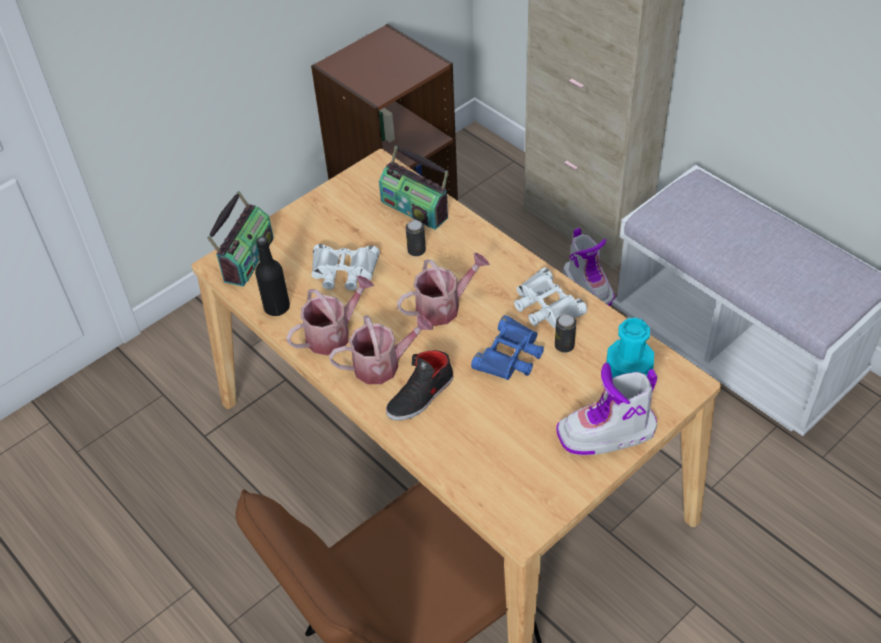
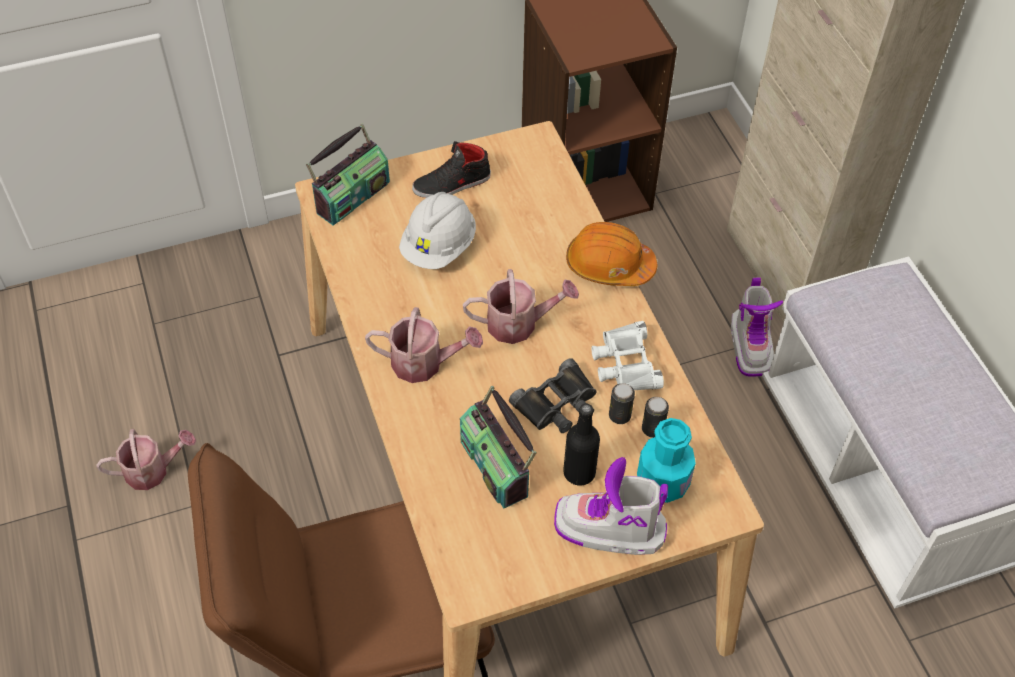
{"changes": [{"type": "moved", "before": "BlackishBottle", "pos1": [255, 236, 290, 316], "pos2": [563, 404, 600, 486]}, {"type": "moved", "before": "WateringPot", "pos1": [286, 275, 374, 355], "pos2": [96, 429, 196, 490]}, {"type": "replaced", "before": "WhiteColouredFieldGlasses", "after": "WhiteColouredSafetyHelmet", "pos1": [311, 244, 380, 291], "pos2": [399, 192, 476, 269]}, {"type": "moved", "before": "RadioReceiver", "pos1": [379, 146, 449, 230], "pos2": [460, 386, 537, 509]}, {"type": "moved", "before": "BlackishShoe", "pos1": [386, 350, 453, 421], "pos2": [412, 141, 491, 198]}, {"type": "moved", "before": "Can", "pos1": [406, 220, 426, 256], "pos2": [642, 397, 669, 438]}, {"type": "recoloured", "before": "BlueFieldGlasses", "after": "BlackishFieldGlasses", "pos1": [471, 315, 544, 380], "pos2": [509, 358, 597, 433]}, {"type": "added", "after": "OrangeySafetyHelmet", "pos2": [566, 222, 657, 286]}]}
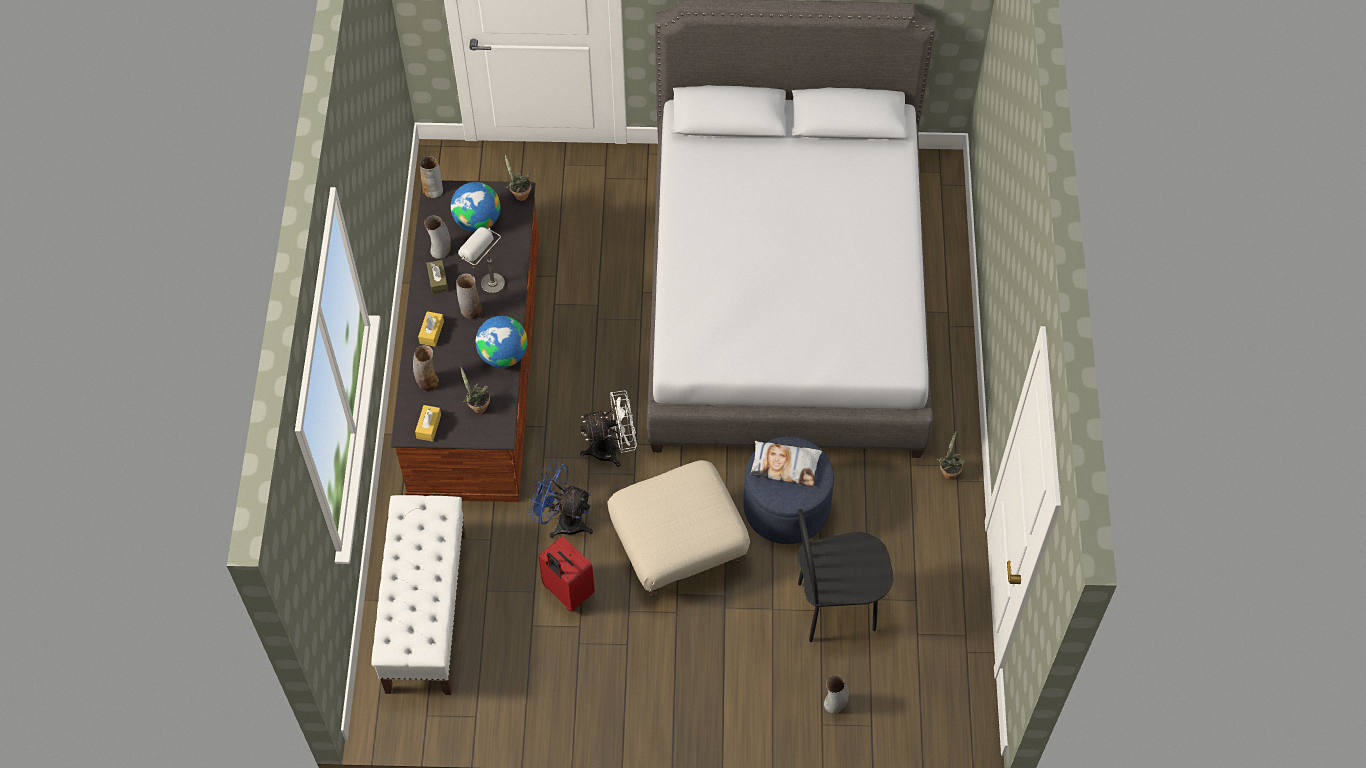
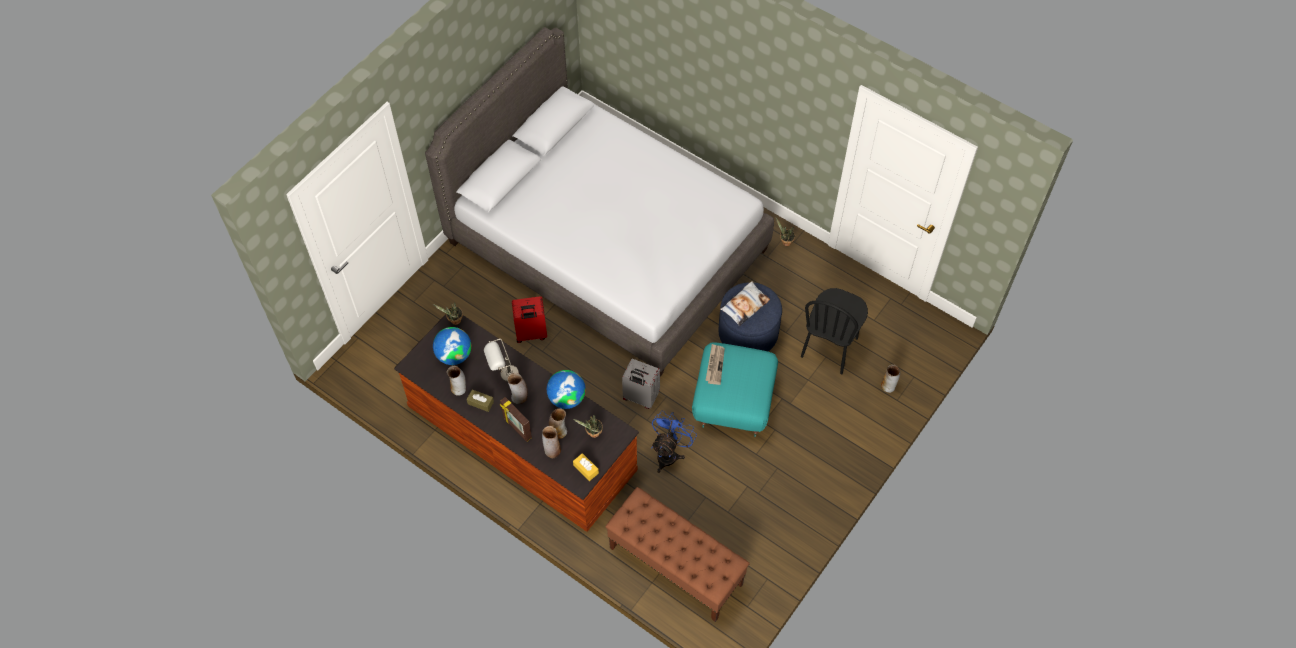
{"changes": [{"type": "recoloured", "before": "WhiteColouredLongSeat", "after": "BrownColouredLongSeat", "pos1": [371, 495, 466, 695], "pos2": [605, 487, 750, 622]}, {"type": "replaced", "before": "YellowishTissueHolder", "after": "PhotoFrame", "pos1": [418, 311, 444, 347], "pos2": [500, 397, 532, 442]}, {"type": "moved", "before": "Vase", "pos1": [419, 156, 443, 198], "pos2": [549, 408, 567, 439]}, {"type": "turned", "before": "BlueFan", "pos1": [527, 460, 593, 538], "pos2": [651, 411, 697, 473], "turn": 150}, {"type": "moved", "before": "ReddishTravelCase", "pos1": [538, 536, 595, 612], "pos2": [512, 296, 547, 343]}, {"type": "replaced", "before": "WhiteColouredFan", "after": "GreyTravelCase", "pos1": [580, 390, 637, 467], "pos2": [622, 359, 660, 409]}, {"type": "recoloured", "before": "SandColouredPouffe", "after": "TurquoisePouffe", "pos1": [607, 460, 750, 597], "pos2": [692, 342, 778, 436]}, {"type": "added", "after": "Newspaper", "pos2": [705, 344, 725, 385]}]}
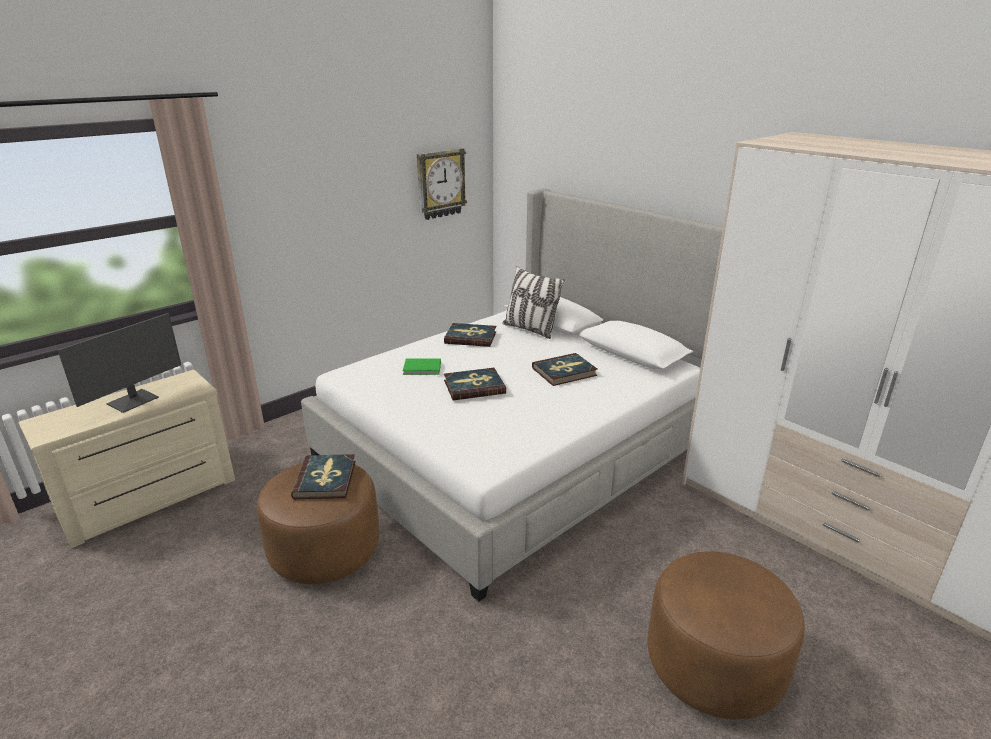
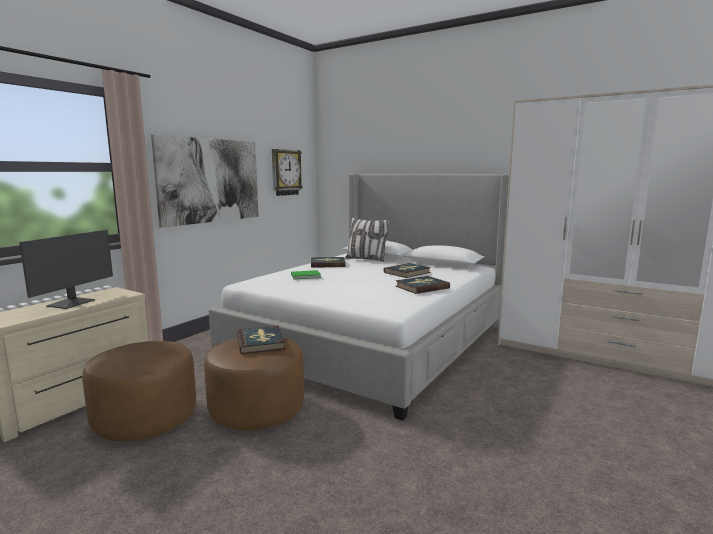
{"changes": [{"type": "moved", "before": "BoundBook", "pos1": [444, 368, 506, 401], "pos2": [396, 276, 450, 294]}, {"type": "moved", "before": "BrownColouredPouffe", "pos1": [647, 551, 805, 720], "pos2": [82, 341, 196, 441]}, {"type": "added", "after": "Picture", "pos2": [151, 134, 259, 228]}]}
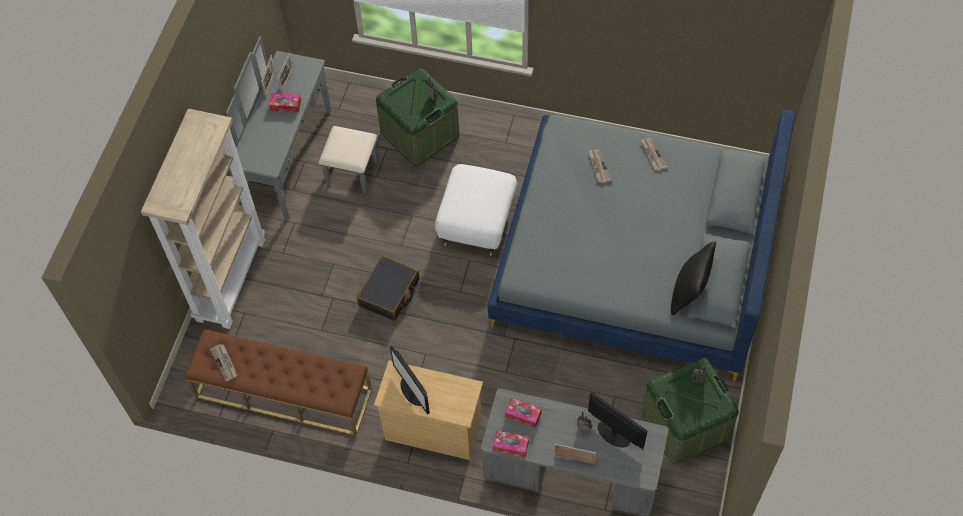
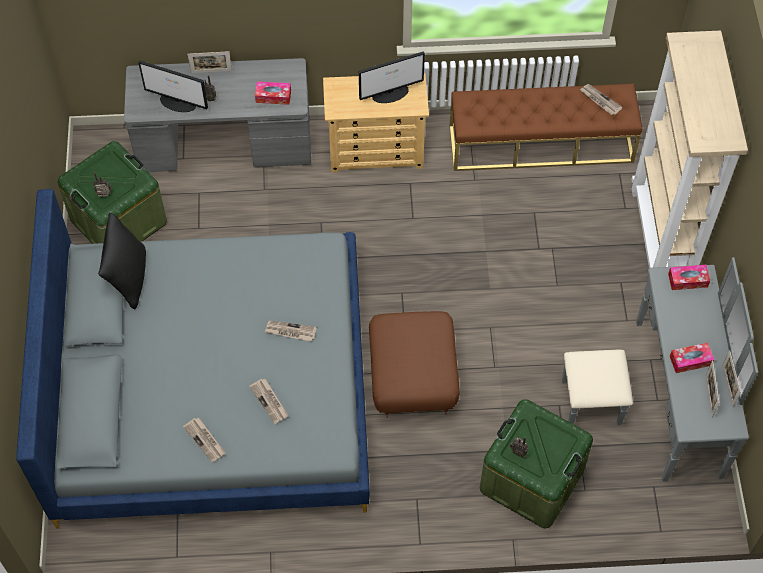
{"changes": [{"type": "removed", "before": "BlackishTravelCase", "pos1": [357, 255, 420, 321]}, {"type": "turned", "before": "ComputerScreen", "pos1": [390, 346, 430, 414], "pos2": [359, 51, 425, 103], "turn": 120}, {"type": "recoloured", "before": "WhiteColouredPouffe", "after": "BrownColouredPouffe", "pos1": [435, 164, 517, 255], "pos2": [369, 311, 460, 418]}, {"type": "moved", "before": "TissueHolder", "pos1": [493, 431, 529, 457], "pos2": [668, 265, 710, 290]}, {"type": "added", "after": "Newspaper", "pos2": [265, 321, 317, 341]}]}
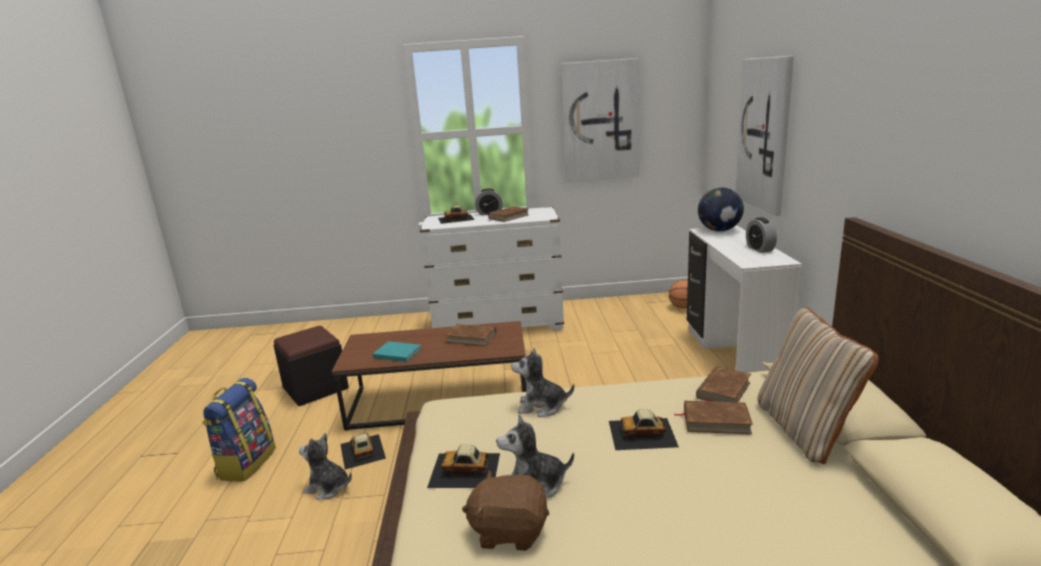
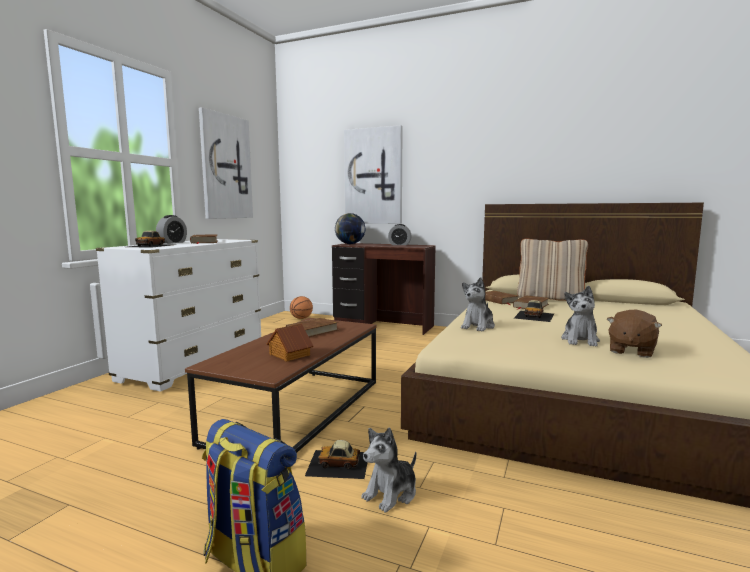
{"changes": [{"type": "removed", "before": "BlackishPouffe", "pos1": [273, 326, 349, 406]}, {"type": "replaced", "before": "TurquoiseBoundBook", "after": "ToyHouse", "pos1": [373, 341, 421, 362], "pos2": [267, 323, 313, 362]}, {"type": "removed", "before": "MiniatureCar", "pos1": [427, 444, 500, 488]}, {"type": "recoloured", "before": "WhiteColouredDeskTable", "after": "BrownColouredDeskTable", "pos1": [687, 225, 802, 373], "pos2": [332, 243, 436, 335]}]}
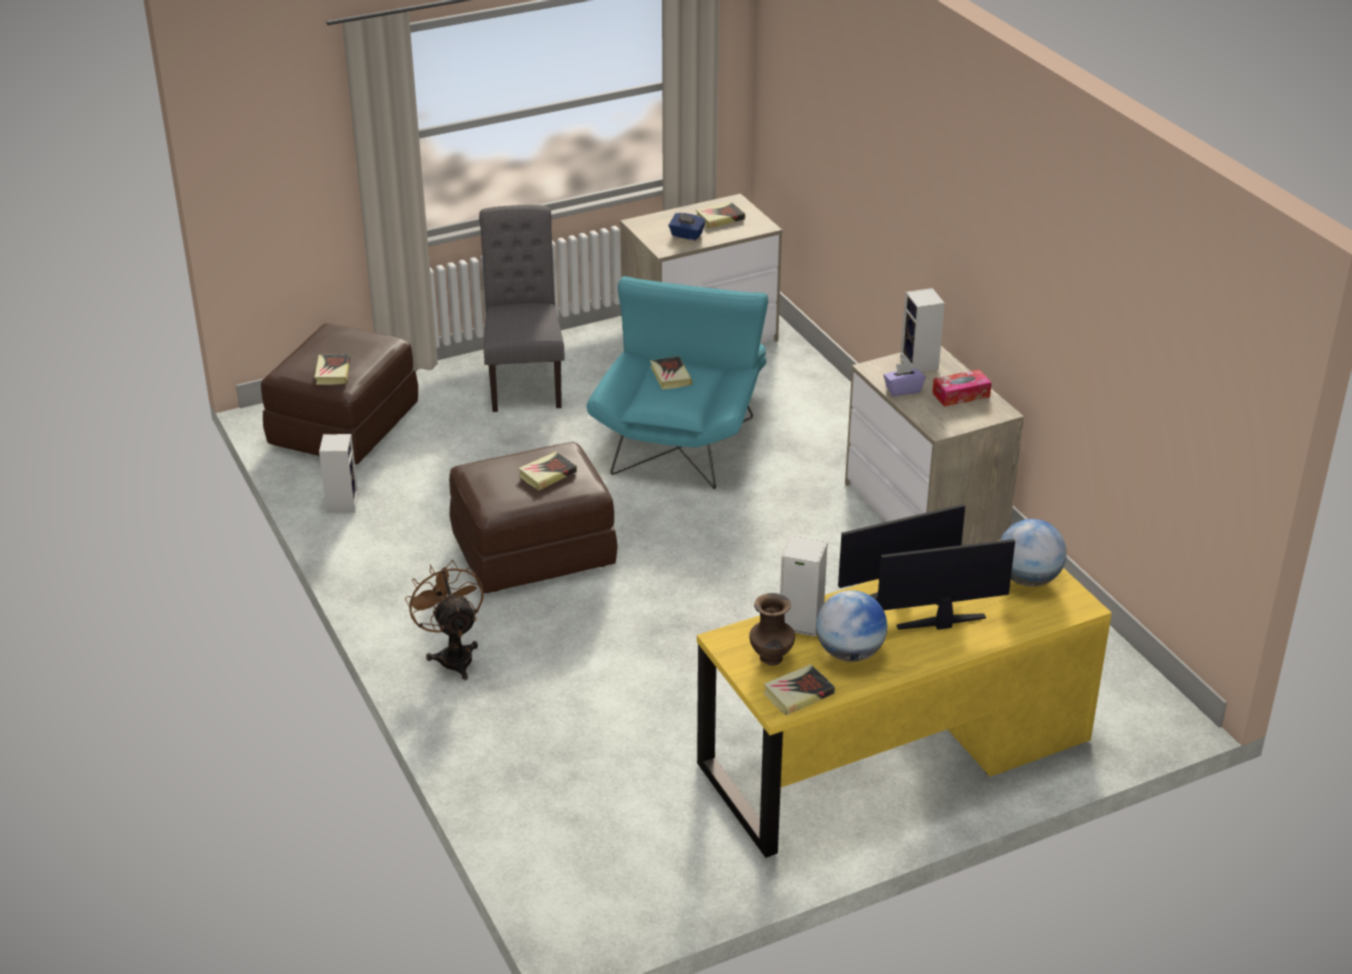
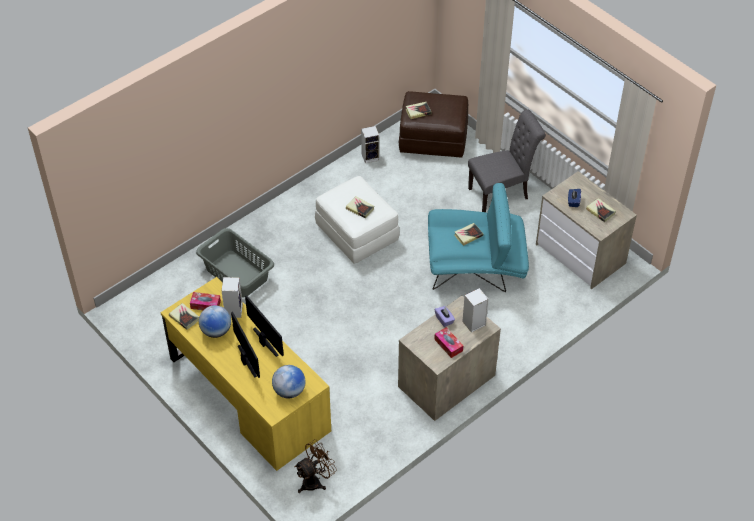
{"changes": [{"type": "moved", "before": "BrownColouredFan", "pos1": [405, 560, 484, 680], "pos2": [294, 439, 337, 493]}, {"type": "recoloured", "before": "BrownColouredPouffe", "after": "WhiteColouredPouffe", "pos1": [449, 442, 618, 594], "pos2": [315, 176, 400, 264]}, {"type": "replaced", "before": "BrownColouredVase", "after": "TissueHolder", "pos1": [749, 593, 795, 666], "pos2": [190, 292, 221, 310]}, {"type": "added", "after": "GreyWashingBasket", "pos2": [196, 228, 274, 297]}]}
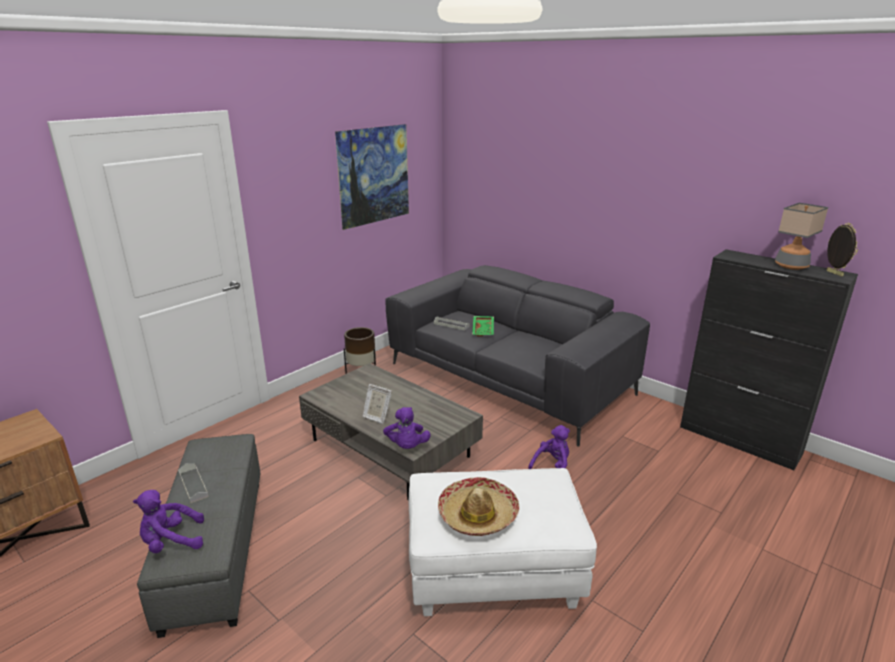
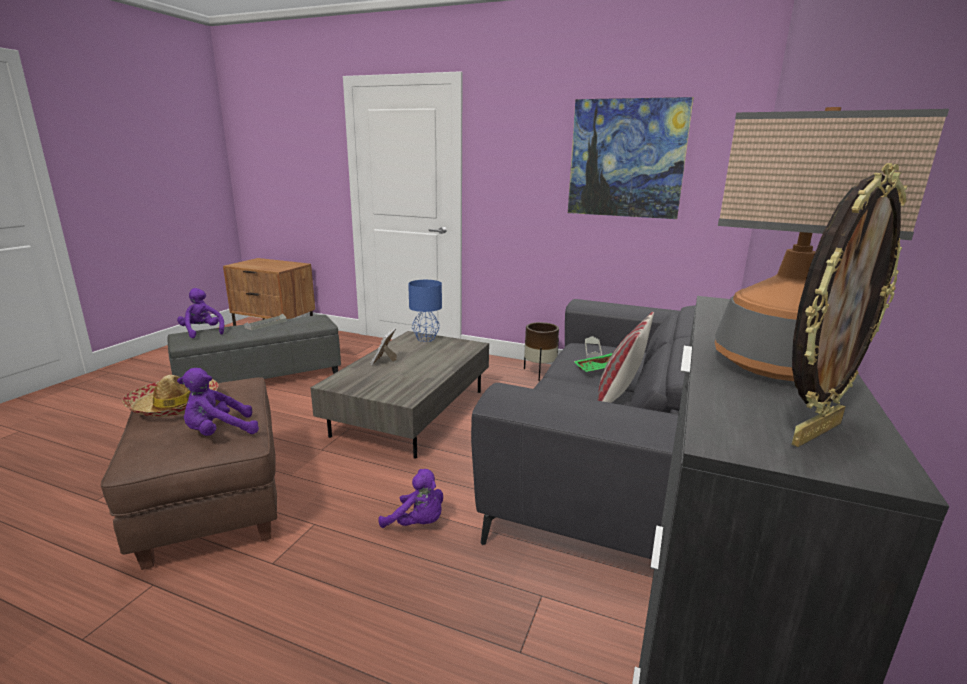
{"changes": [{"type": "moved", "before": "PurpleColouredCuddlyToy", "pos1": [383, 407, 431, 449], "pos2": [177, 368, 259, 436]}, {"type": "recoloured", "before": "WhiteColouredPouffe", "after": "BrownColouredPouffe", "pos1": [409, 468, 597, 616], "pos2": [101, 377, 277, 570]}, {"type": "added", "after": "BlueTabletopLamp", "pos2": [408, 280, 442, 342]}, {"type": "added", "after": "ThrowPillow", "pos2": [597, 312, 654, 403]}]}
